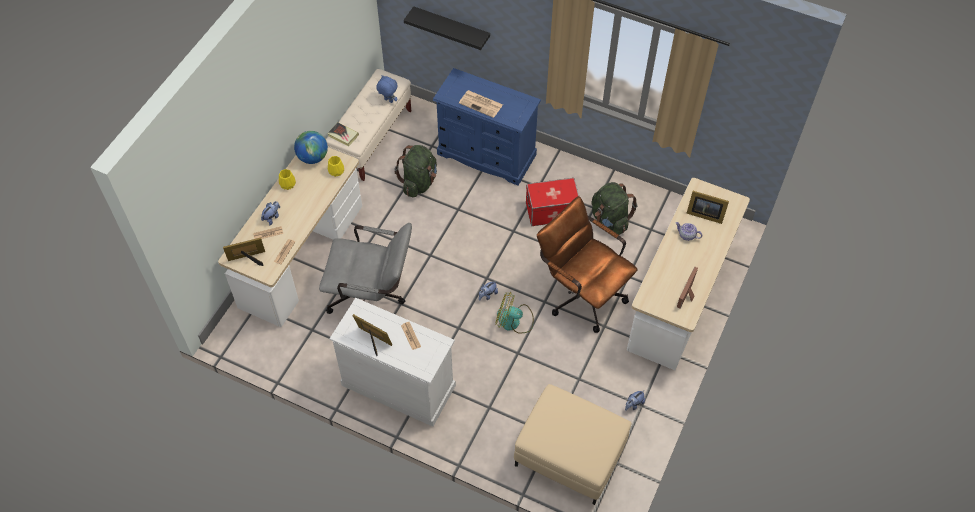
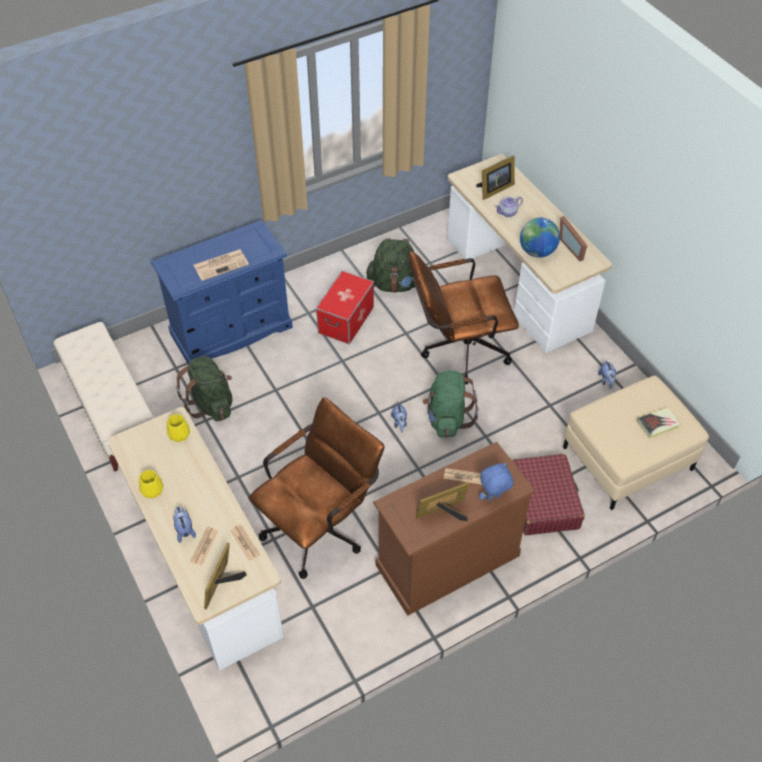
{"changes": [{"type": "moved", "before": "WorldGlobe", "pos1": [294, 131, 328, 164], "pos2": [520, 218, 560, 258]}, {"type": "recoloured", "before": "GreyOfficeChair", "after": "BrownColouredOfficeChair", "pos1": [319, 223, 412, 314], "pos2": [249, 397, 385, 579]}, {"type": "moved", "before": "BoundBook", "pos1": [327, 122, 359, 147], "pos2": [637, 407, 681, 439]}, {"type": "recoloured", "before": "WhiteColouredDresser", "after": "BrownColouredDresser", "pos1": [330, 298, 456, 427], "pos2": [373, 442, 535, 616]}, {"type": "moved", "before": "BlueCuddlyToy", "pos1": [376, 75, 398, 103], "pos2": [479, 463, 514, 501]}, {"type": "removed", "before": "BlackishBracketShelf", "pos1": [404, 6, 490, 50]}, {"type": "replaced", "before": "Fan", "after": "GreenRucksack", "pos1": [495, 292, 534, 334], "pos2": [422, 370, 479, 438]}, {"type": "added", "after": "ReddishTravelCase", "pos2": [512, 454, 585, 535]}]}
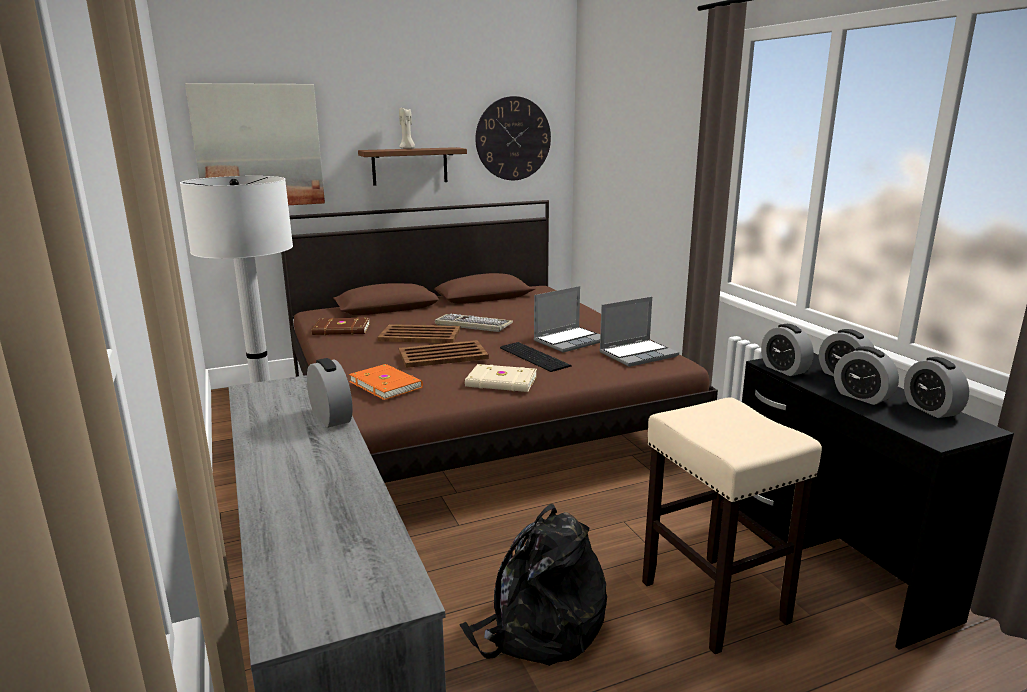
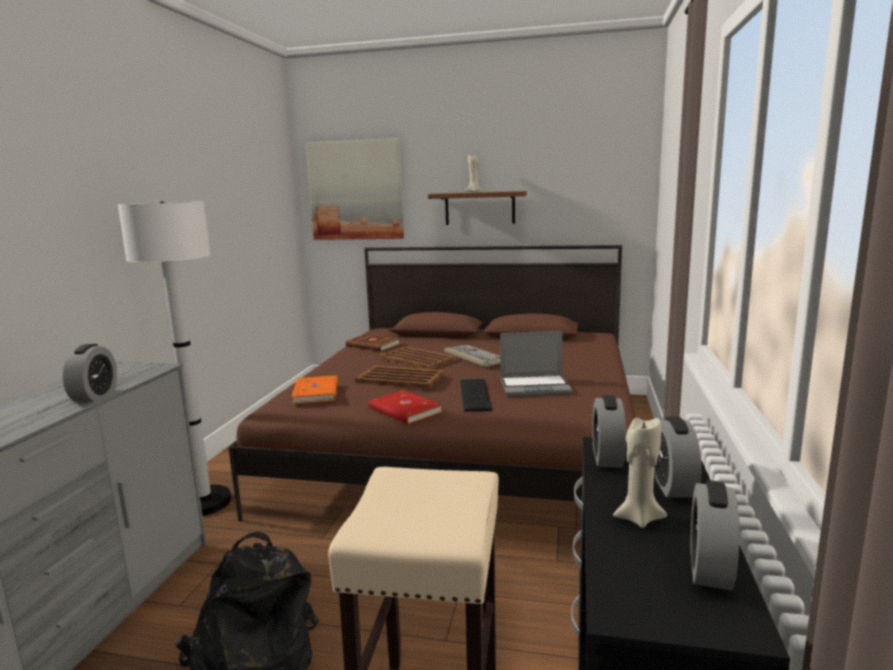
{"changes": [{"type": "recoloured", "before": "SandColouredBoundBook", "after": "ReddishBoundBook", "pos1": [465, 364, 537, 392], "pos2": [369, 390, 442, 424]}, {"type": "removed", "before": "ClockOnTheWall", "pos1": [475, 96, 551, 180]}, {"type": "removed", "before": "PortableComputer", "pos1": [599, 297, 679, 367]}, {"type": "replaced", "before": "BedsideClock", "after": "SandColouredWaxLight", "pos1": [834, 346, 899, 405], "pos2": [613, 418, 667, 528]}]}
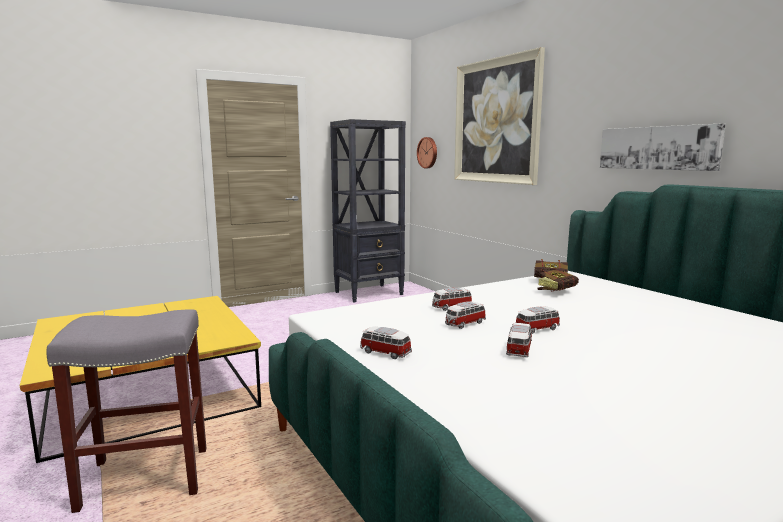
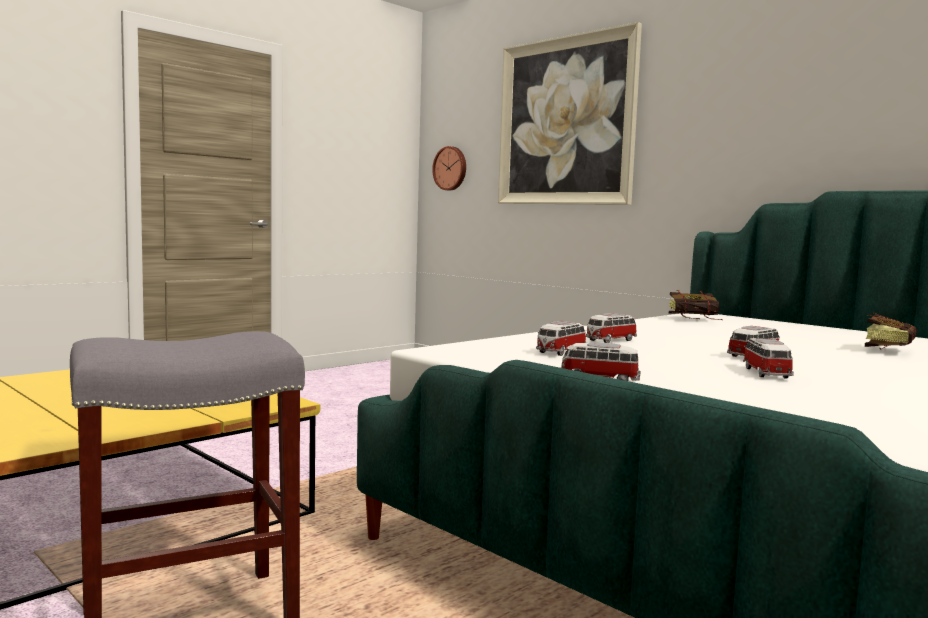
{"changes": [{"type": "removed", "before": "BlackishBookcase", "pos1": [330, 119, 406, 302]}, {"type": "moved", "before": "MiniatureCar", "pos1": [445, 301, 486, 329], "pos2": [536, 321, 586, 356]}, {"type": "moved", "before": "BoundBook", "pos1": [538, 268, 579, 291], "pos2": [865, 313, 918, 349]}, {"type": "removed", "before": "Picture", "pos1": [600, 123, 726, 171]}]}
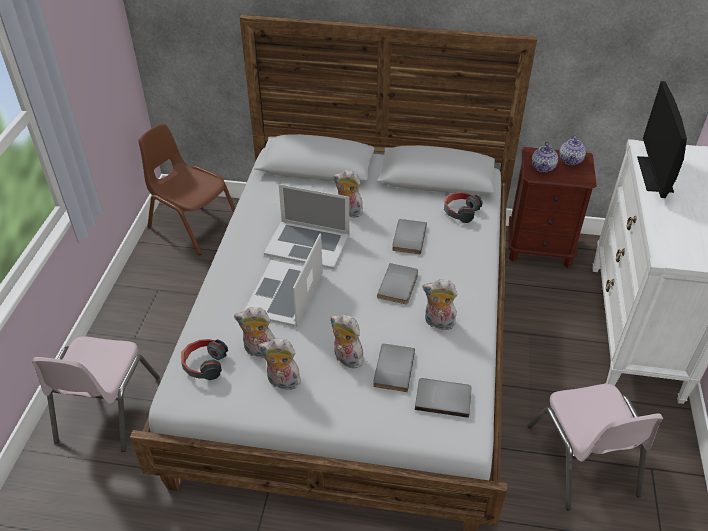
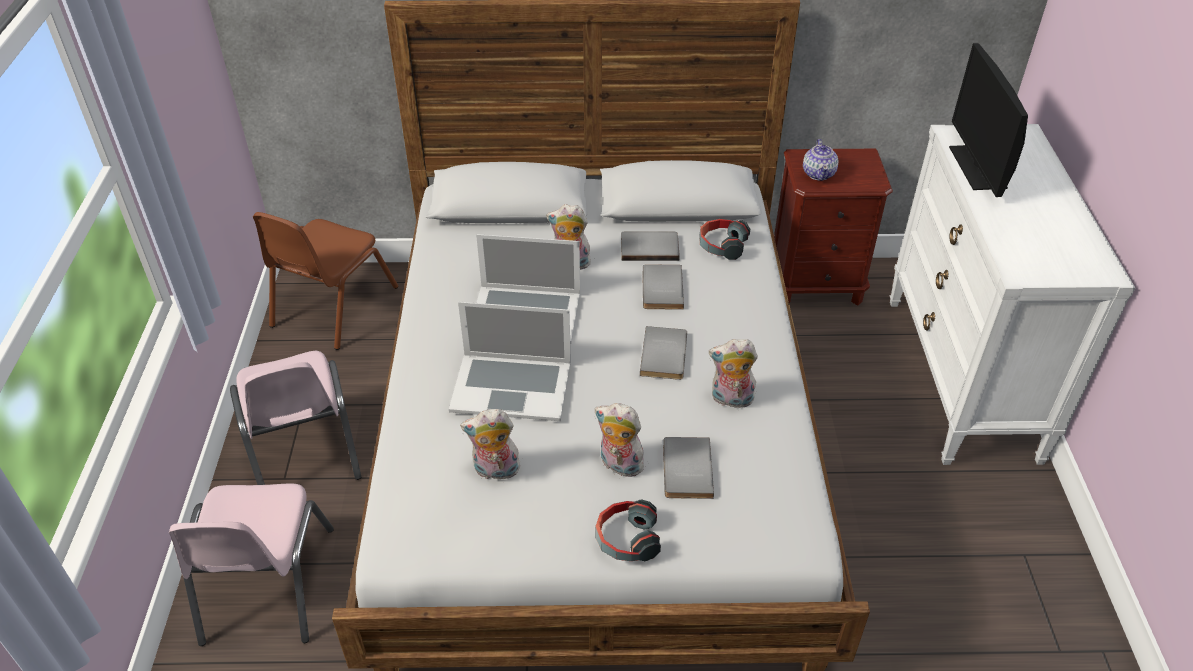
{"changes": [{"type": "turned", "before": "BrownColouredPlainChair", "pos1": [138, 124, 235, 255], "pos2": [253, 212, 398, 350], "turn": -90}, {"type": "moved", "before": "PairOfHeadphones", "pos1": [181, 339, 228, 380], "pos2": [595, 499, 661, 561]}, {"type": "turned", "before": "PortableComputer", "pos1": [244, 233, 323, 327], "pos2": [449, 302, 571, 421], "turn": -90}, {"type": "removed", "before": "CuddlyToy", "pos1": [258, 338, 301, 390]}, {"type": "moved", "before": "GreyBoundBook", "pos1": [415, 378, 472, 418], "pos2": [621, 231, 680, 261]}, {"type": "moved", "before": "PinkishPlainChair", "pos1": [528, 384, 663, 511], "pos2": [230, 351, 362, 485]}, {"type": "removed", "before": "PotForTea", "pos1": [559, 135, 586, 165]}]}
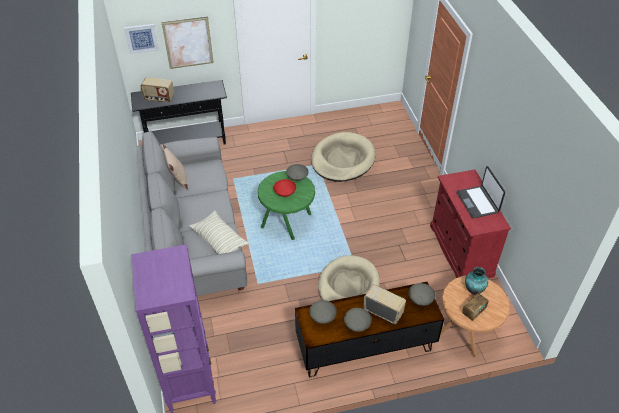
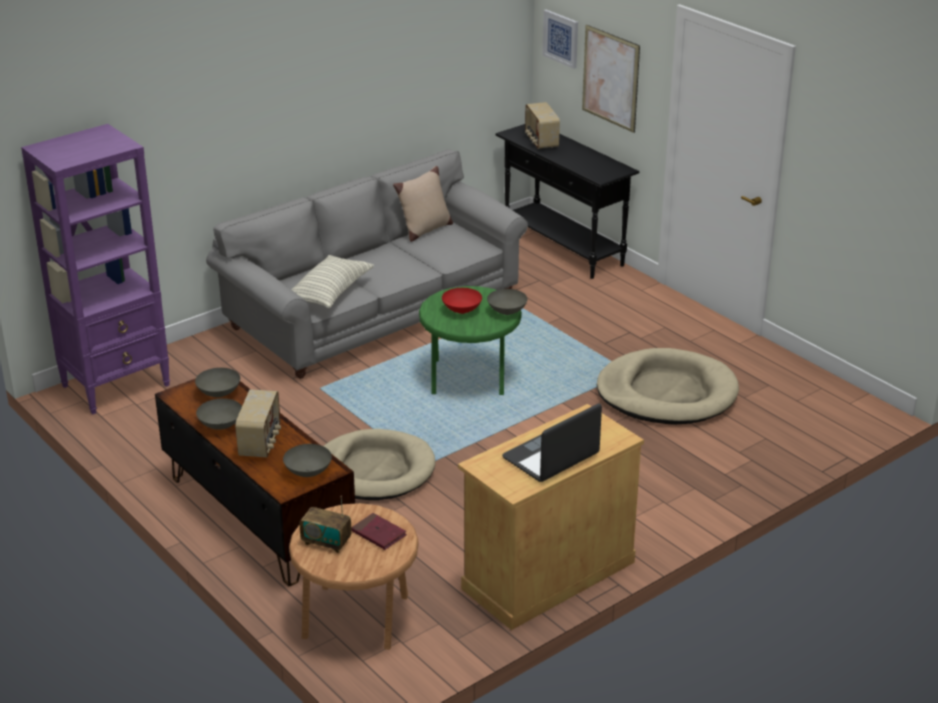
{"changes": [{"type": "recoloured", "before": "ReddishStorageCabinet", "after": "SandColouredStorageCabinet", "pos1": [430, 170, 511, 278], "pos2": [458, 404, 644, 630]}, {"type": "replaced", "before": "Vase", "after": "ReddishBoundBook", "pos1": [465, 267, 488, 295], "pos2": [351, 513, 407, 550]}]}
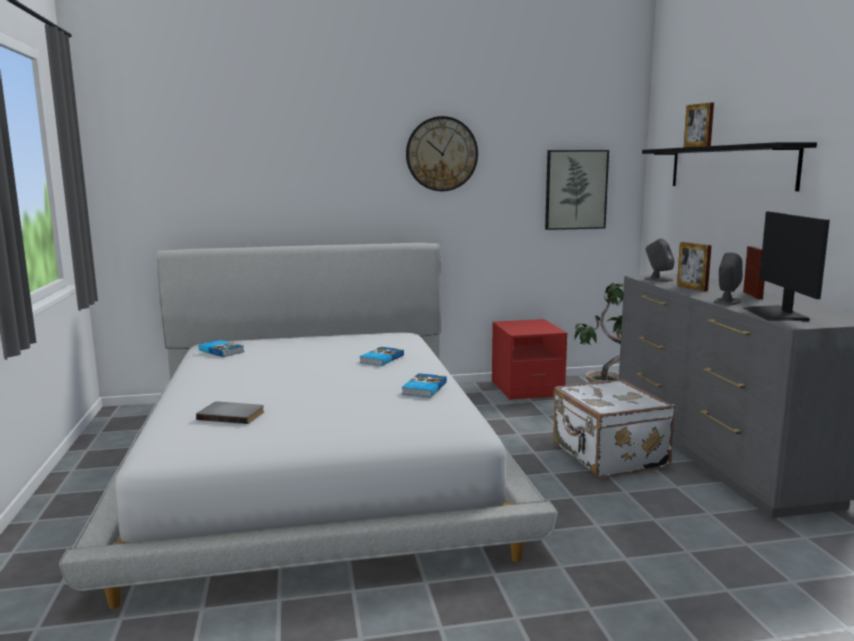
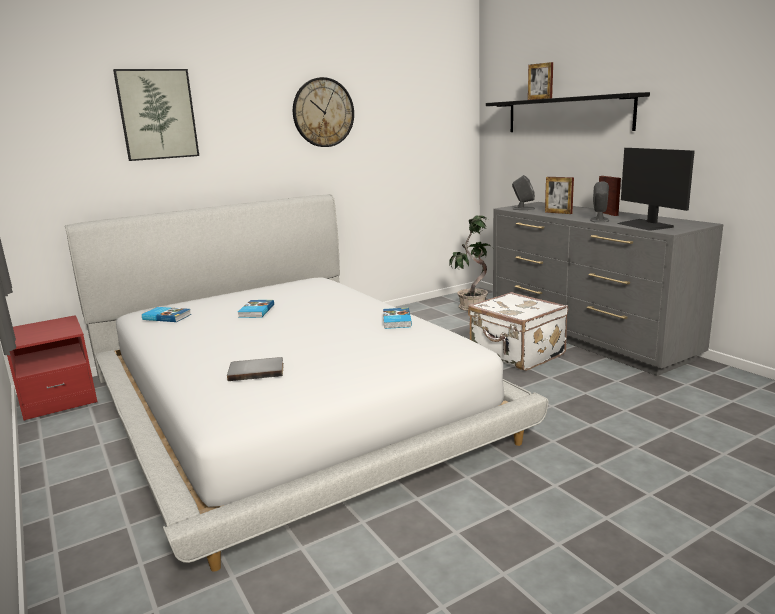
{"changes": [{"type": "moved", "before": "BoundBook", "pos1": [359, 347, 404, 366], "pos2": [238, 300, 274, 318]}, {"type": "moved", "before": "ReddishNightTable", "pos1": [492, 319, 567, 400], "pos2": [7, 315, 97, 420]}, {"type": "moved", "before": "Picture", "pos1": [545, 150, 609, 230], "pos2": [113, 69, 199, 161]}]}
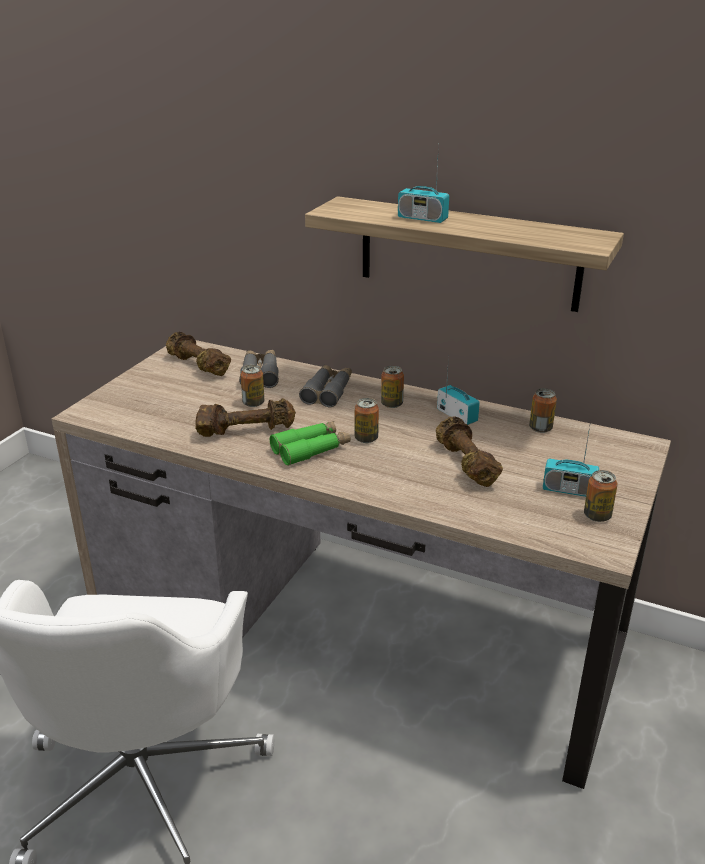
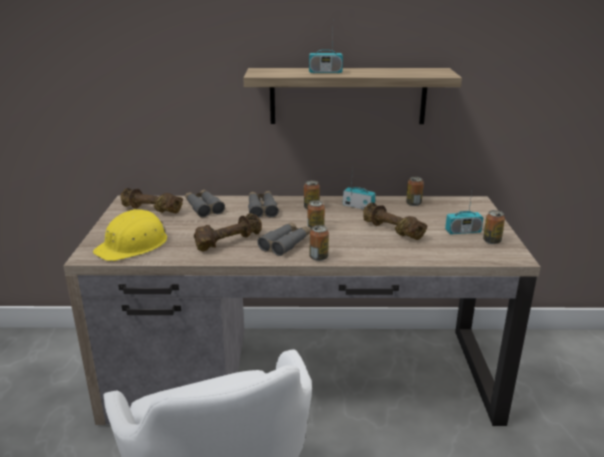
{"changes": [{"type": "moved", "before": "Can", "pos1": [241, 365, 264, 407], "pos2": [309, 225, 329, 261]}, {"type": "recoloured", "before": "GreenFieldGlasses", "after": "GreyFieldGlasses", "pos1": [270, 421, 351, 466], "pos2": [257, 222, 311, 256]}, {"type": "added", "after": "YellowishSafetyHelmet", "pos2": [93, 209, 167, 261]}]}
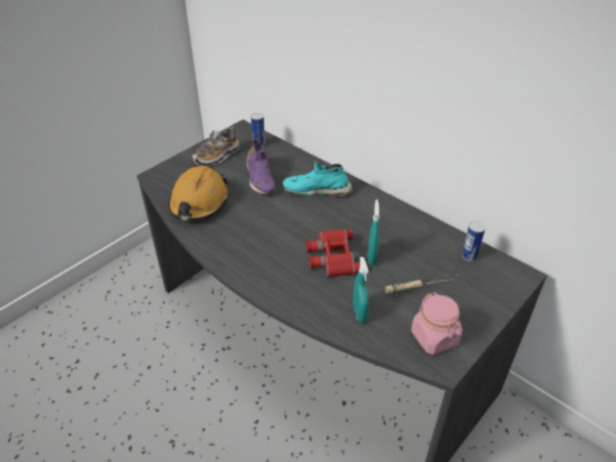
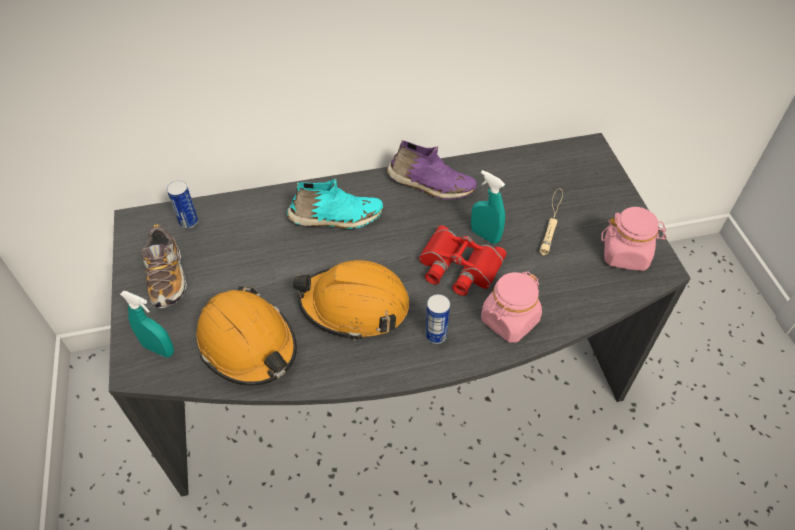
{"changes": [{"type": "moved", "before": "PurpleColouredShoe", "pos1": [246, 138, 275, 195], "pos2": [386, 140, 477, 200]}, {"type": "turned", "before": "TurquoiseShoe", "pos1": [283, 161, 352, 196], "pos2": [286, 178, 383, 229], "turn": -135}, {"type": "moved", "before": "TurquoiseSprayBottle", "pos1": [353, 257, 369, 323], "pos2": [120, 291, 174, 358]}, {"type": "moved", "before": "Can", "pos1": [462, 221, 485, 262], "pos2": [425, 294, 450, 344]}, {"type": "added", "after": "OrangeySafetyHelmet", "pos2": [293, 260, 409, 340]}, {"type": "added", "after": "PinkishPreserveJar", "pos2": [481, 271, 542, 343]}]}
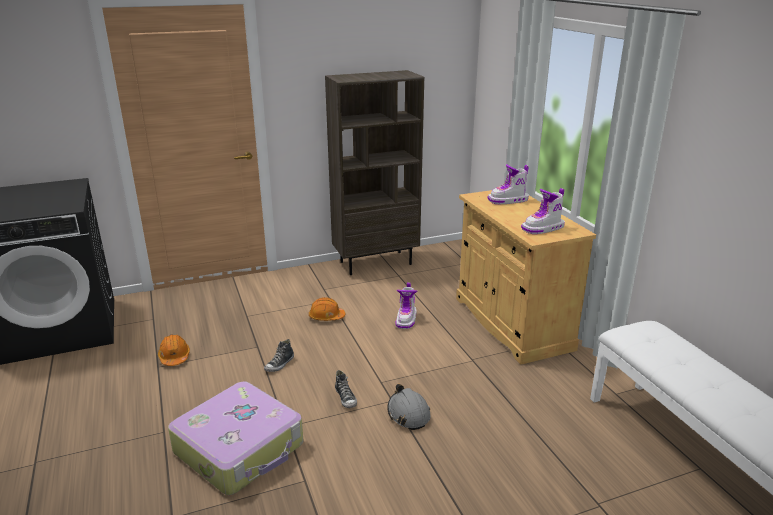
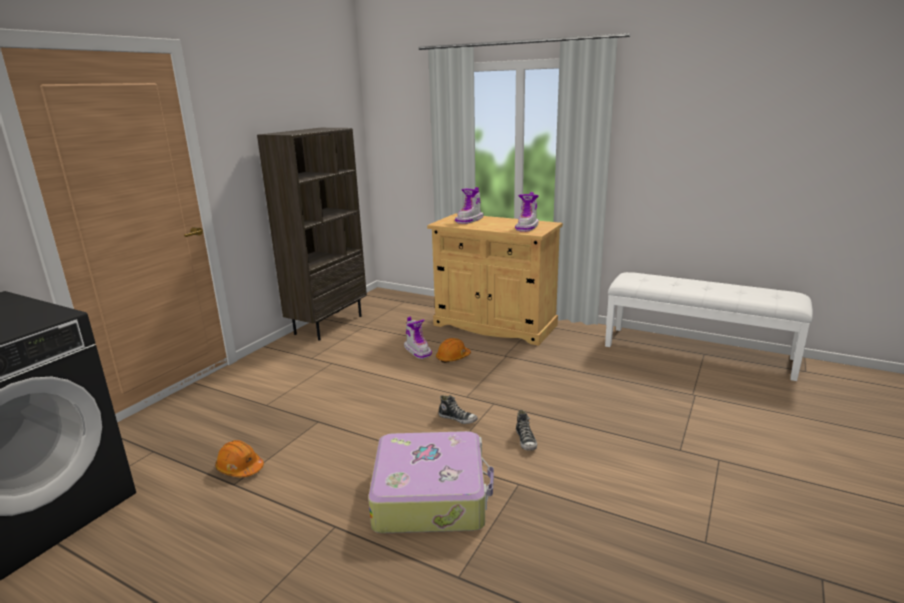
{"changes": [{"type": "moved", "before": "Shoe", "pos1": [264, 339, 294, 372], "pos2": [516, 410, 537, 451]}, {"type": "moved", "before": "OrangeySafetyHelmet", "pos1": [309, 297, 346, 321], "pos2": [436, 338, 471, 363]}, {"type": "removed", "before": "GreySafetyHelmet", "pos1": [387, 384, 430, 430]}]}
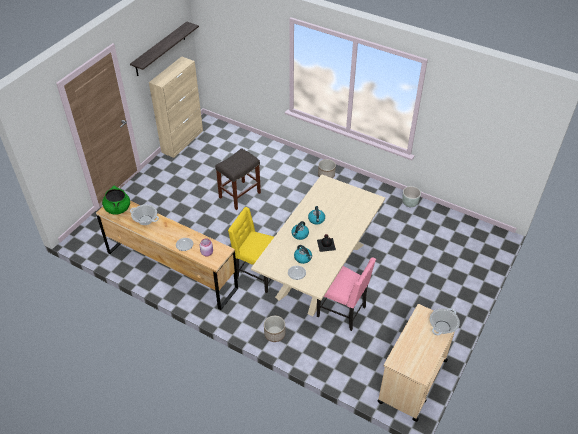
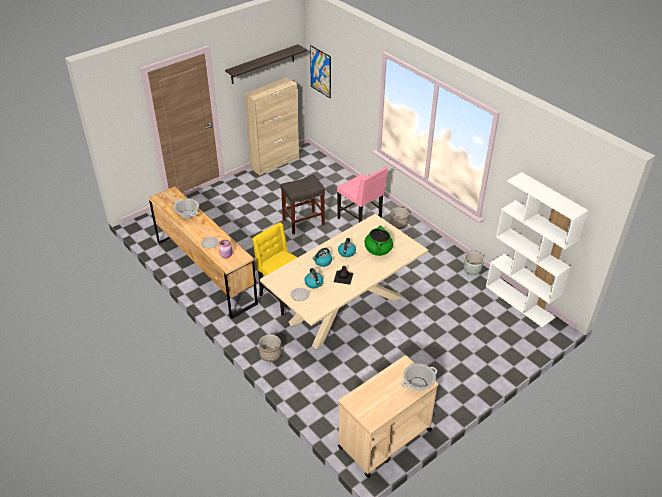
{"changes": [{"type": "moved", "before": "GreenSaucepot", "pos1": [102, 186, 130, 215], "pos2": [365, 225, 393, 256]}, {"type": "moved", "before": "PinkishPlainChair", "pos1": [317, 257, 376, 331], "pos2": [337, 166, 388, 222]}, {"type": "added", "after": "Picture", "pos2": [310, 45, 331, 98]}, {"type": "added", "after": "WhiteColouredBookcase", "pos2": [486, 172, 588, 327]}]}
